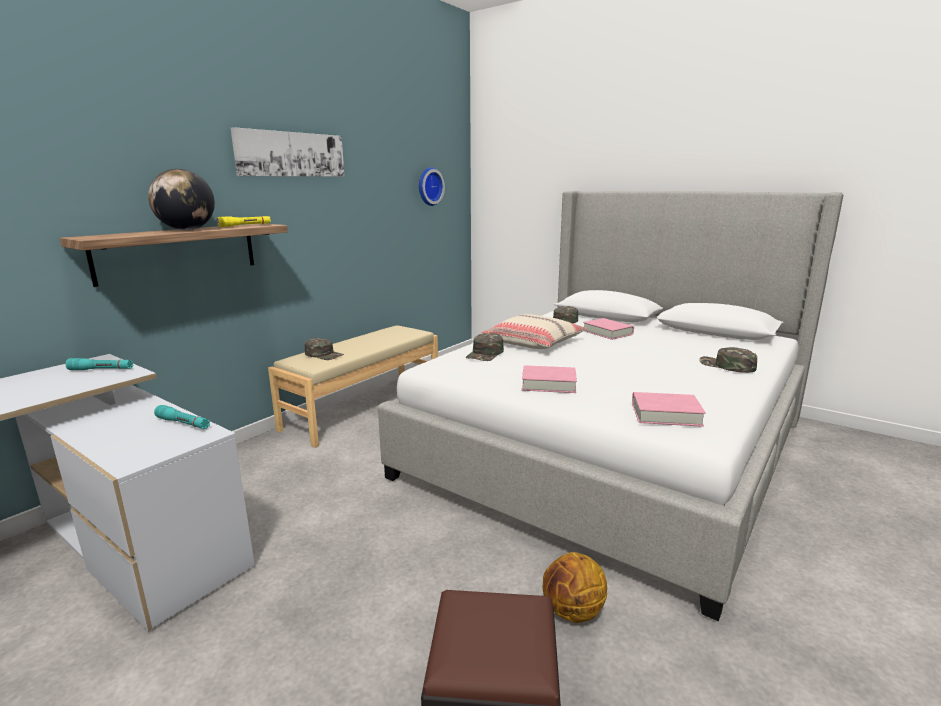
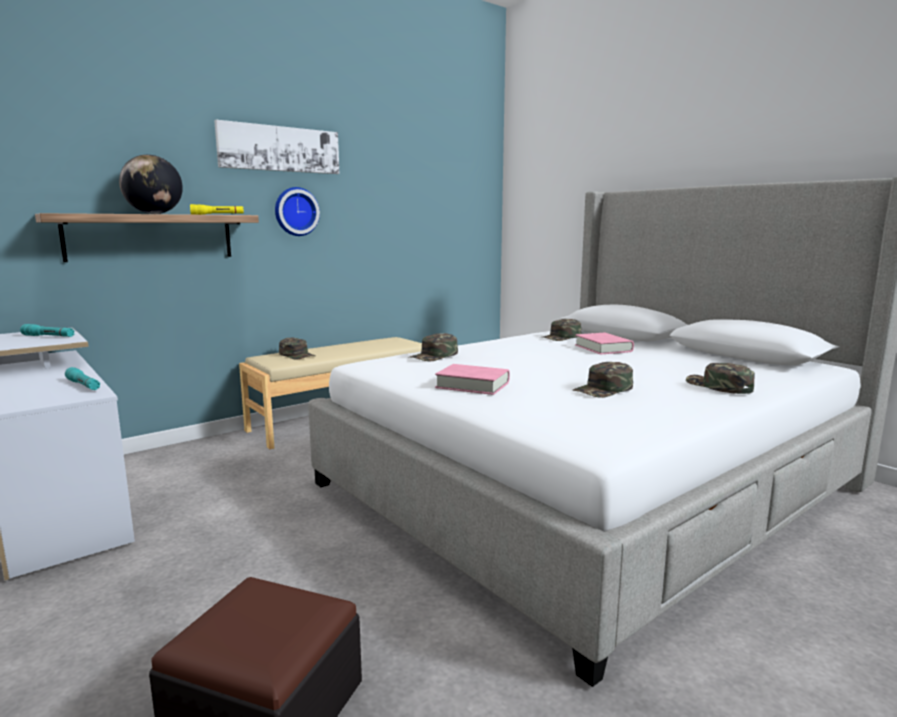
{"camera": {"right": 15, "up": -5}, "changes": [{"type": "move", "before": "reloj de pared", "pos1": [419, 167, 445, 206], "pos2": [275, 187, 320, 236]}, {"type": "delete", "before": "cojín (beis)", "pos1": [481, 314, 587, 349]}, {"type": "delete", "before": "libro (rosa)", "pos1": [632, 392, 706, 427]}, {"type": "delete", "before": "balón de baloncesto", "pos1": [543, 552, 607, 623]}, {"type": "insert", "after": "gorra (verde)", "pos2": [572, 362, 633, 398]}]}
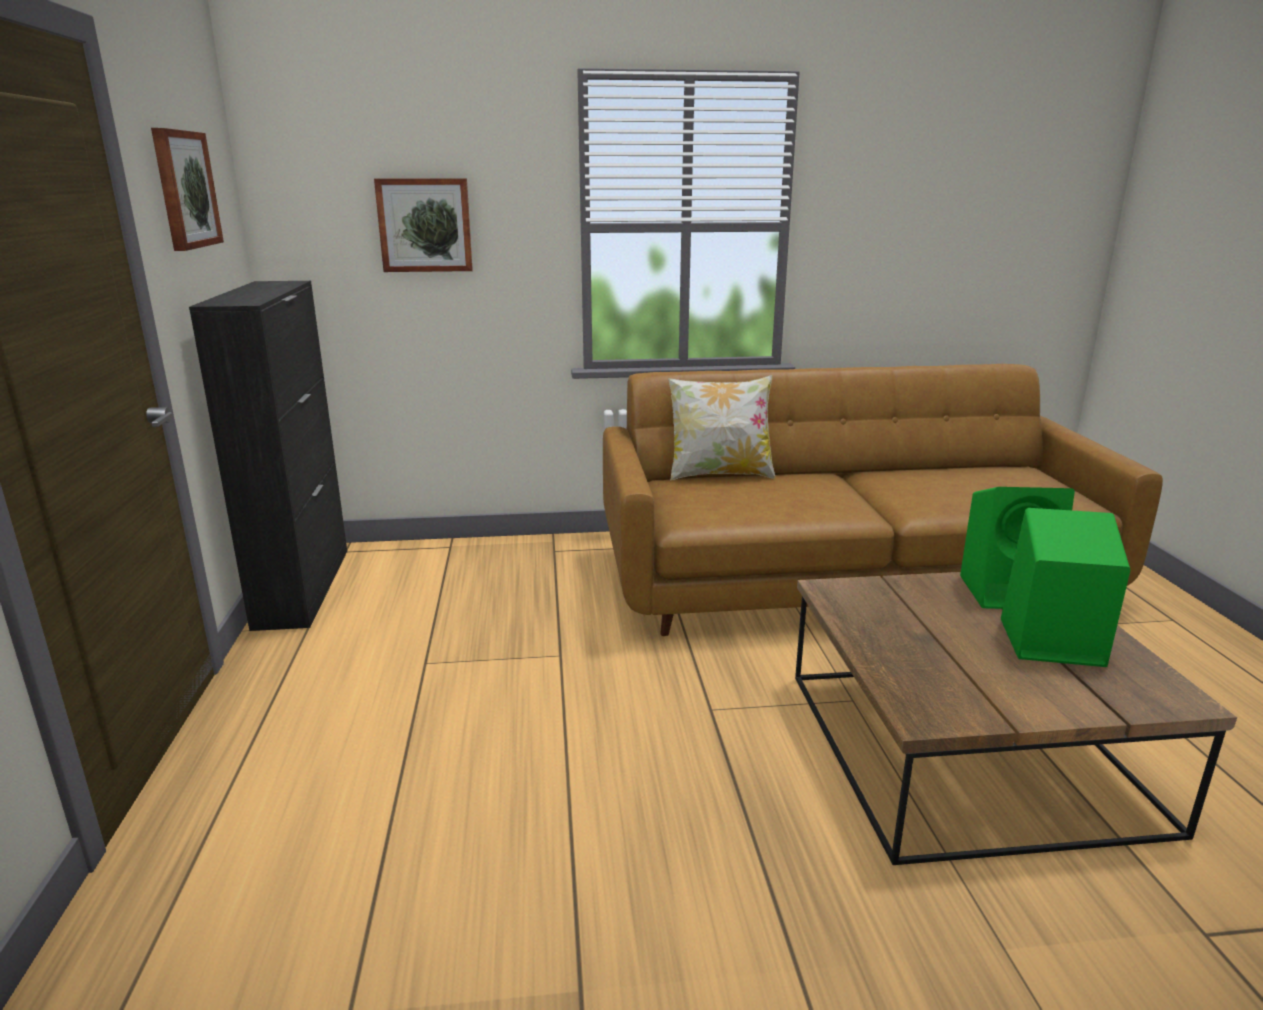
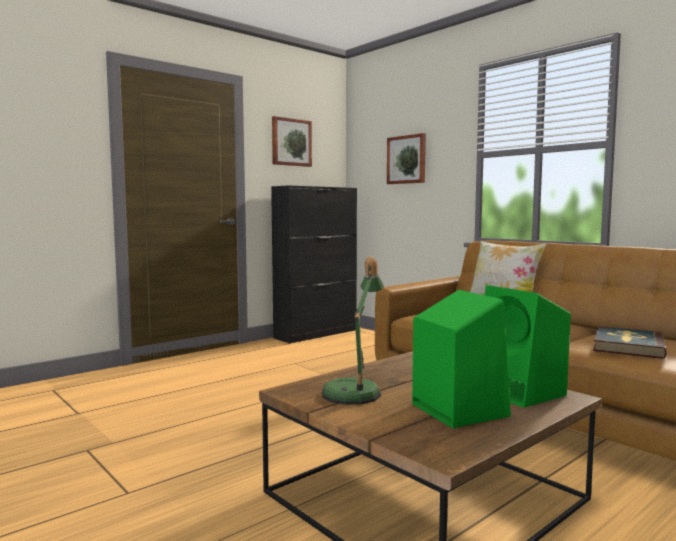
{"camera": {"right": 55, "up": -15}, "changes": [{"type": "insert", "after": "lámpara de mesa", "pos2": [322, 257, 384, 405]}, {"type": "insert", "after": "libro", "pos2": [593, 326, 667, 359]}]}
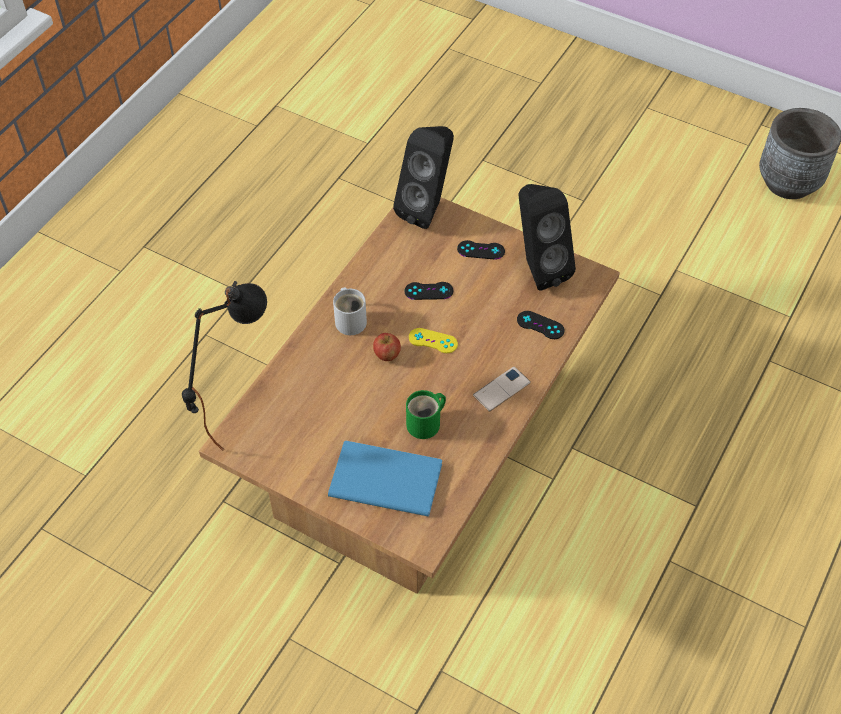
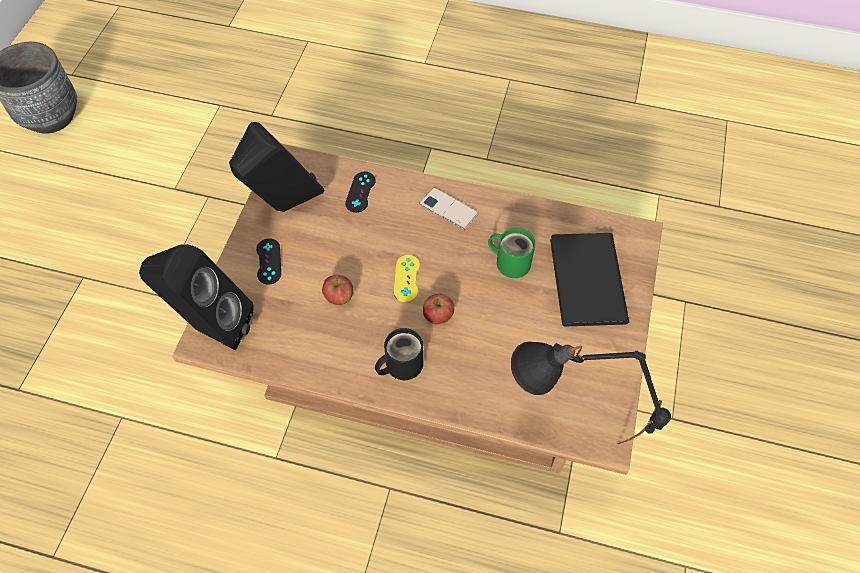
{"camera": {"right": -105, "up": 5}, "changes": [{"type": "replace", "before": "mando de consola (negro)", "after": "manzana", "pos1": [405, 282, 454, 300], "pos2": [322, 275, 353, 305]}, {"type": "recolor", "before": "taza grande (blanco)", "after": "taza grande (negro)", "pos1": [333, 287, 367, 335], "pos2": [375, 328, 423, 380]}, {"type": "recolor", "before": "libro (azul)", "after": "libro (negro)", "pos1": [328, 441, 442, 517], "pos2": [550, 233, 629, 327]}]}
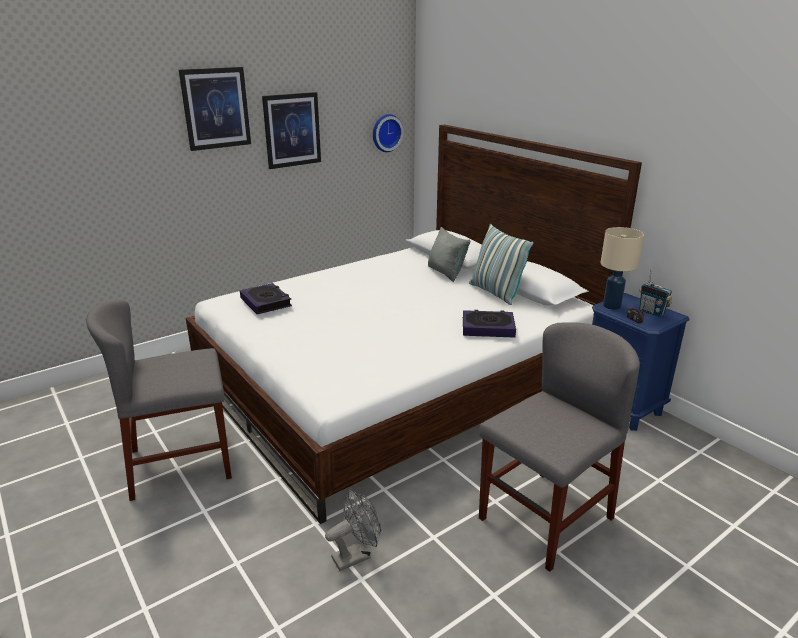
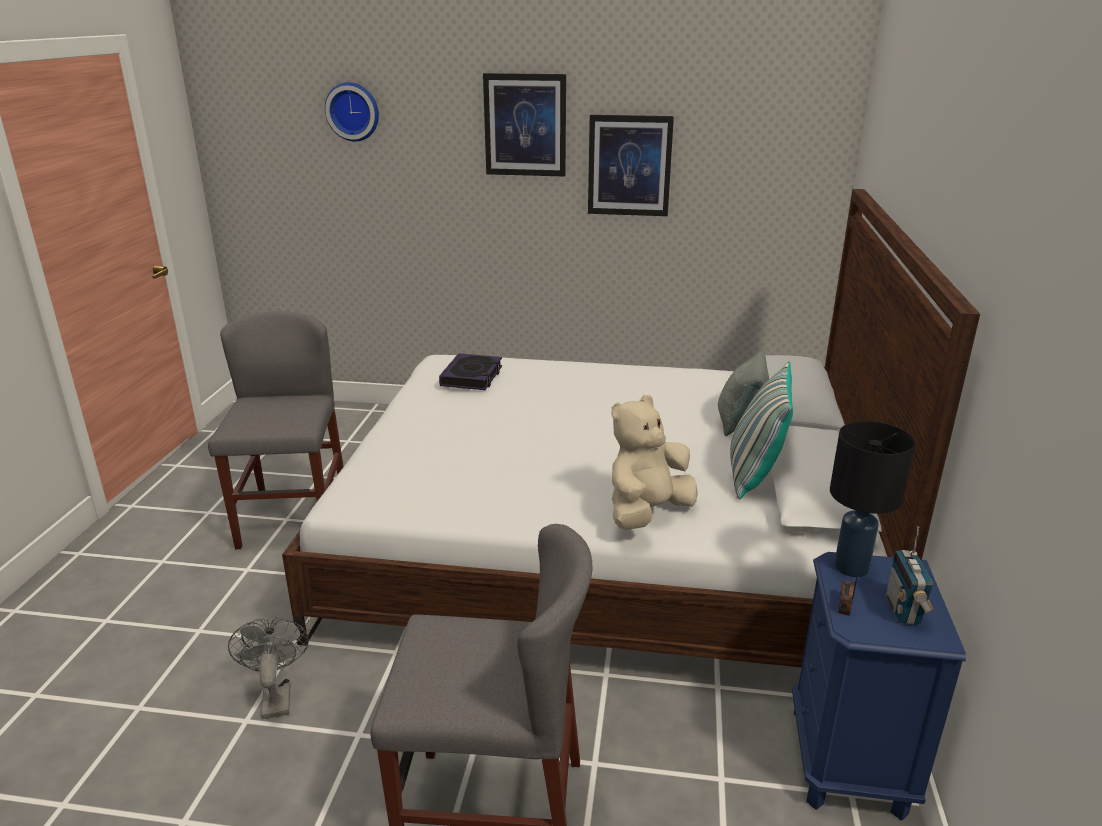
{"camera": {"right": 45, "up": 0}, "changes": [{"type": "move", "before": "reloj de pared", "pos1": [373, 114, 404, 152], "pos2": [325, 82, 379, 142]}, {"type": "recolor", "before": "lámpara de mesa (beis)", "after": "lámpara de mesa (negro)", "pos1": [601, 227, 644, 310], "pos2": [830, 421, 915, 577]}, {"type": "rotate", "before": "silla (gris)", "pos1": [86, 300, 232, 501], "pos2": [208, 312, 344, 549], "turn": 60}, {"type": "replace", "before": "libro", "after": "peluche (beis)", "pos1": [463, 310, 516, 338], "pos2": [611, 395, 698, 530]}, {"type": "rotate", "before": "ventilador (gris)", "pos1": [325, 490, 381, 571], "pos2": [228, 617, 309, 719], "turn": -120}]}
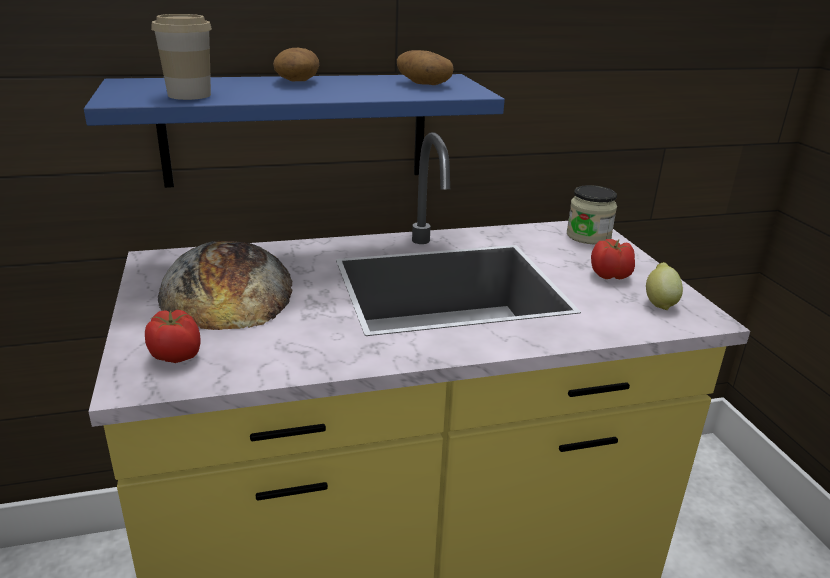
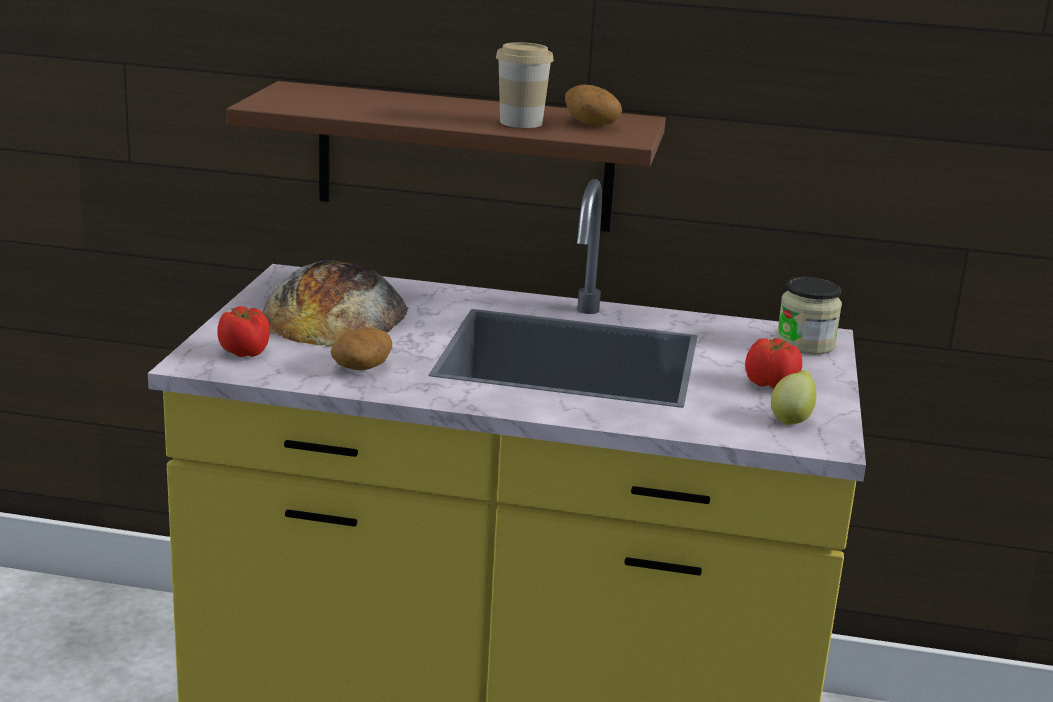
{"camera": {"right": 25, "up": -5}, "changes": [{"type": "move", "before": "taza", "pos1": [151, 14, 212, 100], "pos2": [496, 42, 554, 128]}, {"type": "move", "before": "patata", "pos1": [273, 48, 320, 81], "pos2": [330, 327, 392, 370]}, {"type": "recolor", "before": "estante (azul)", "after": "estante (marrón)", "pos1": [84, 74, 505, 188], "pos2": [227, 81, 666, 232]}]}
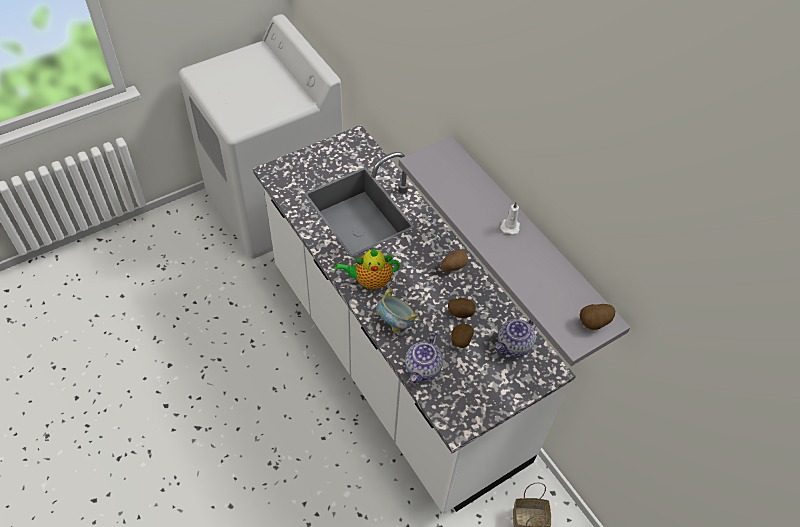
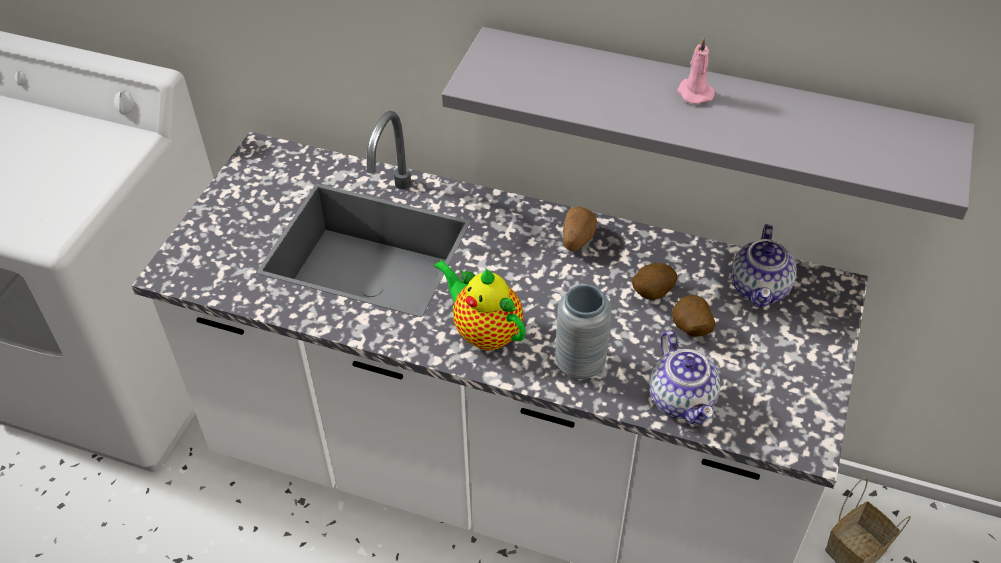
{"camera": {"right": -35, "up": -5}, "changes": [{"type": "recolor", "before": "vela (blanco)", "after": "vela (rosa)", "pos1": [500, 202, 520, 235], "pos2": [677, 37, 715, 104]}, {"type": "rotate", "before": "tetera", "pos1": [335, 249, 400, 290], "pos2": [434, 259, 525, 350], "turn": 90}, {"type": "replace", "before": "cuenco", "after": "florero (gris)", "pos1": [376, 288, 418, 332], "pos2": [555, 284, 612, 379]}, {"type": "delete", "before": "patata", "pos1": [580, 304, 615, 330]}]}
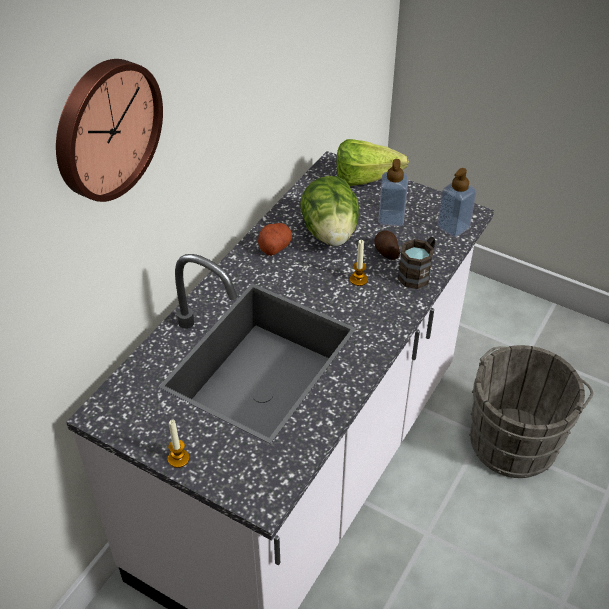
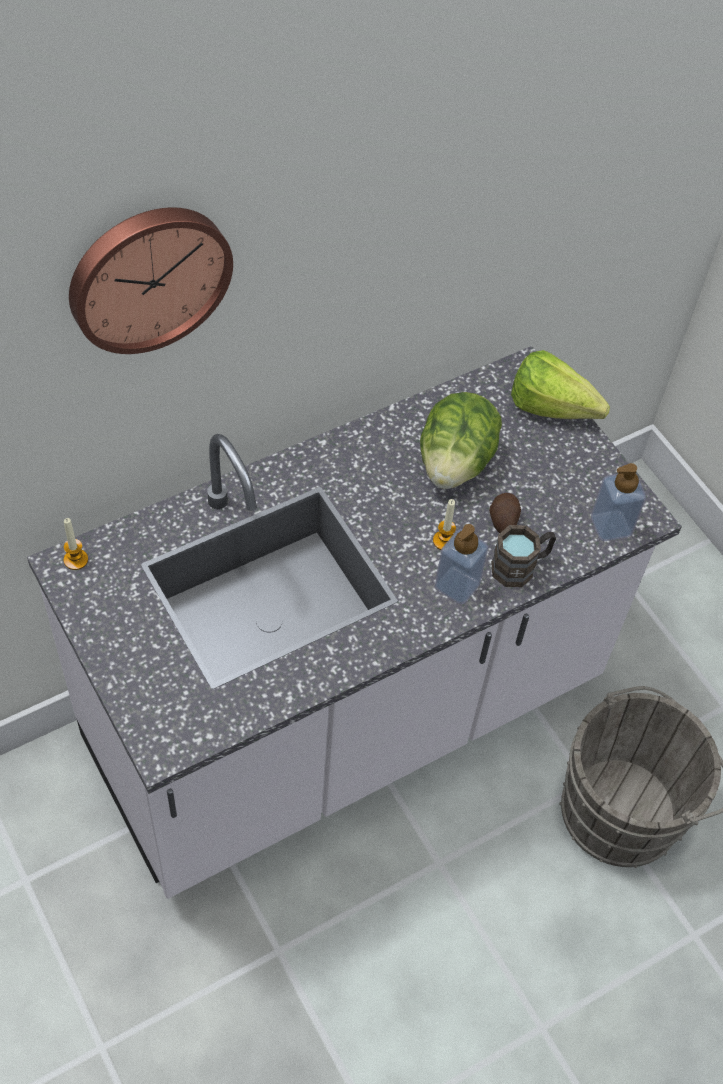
{"camera": {"right": 25, "up": 10}, "changes": [{"type": "move", "before": "dispensador de jabón", "pos1": [378, 159, 408, 226], "pos2": [435, 524, 489, 604]}, {"type": "delete", "before": "patata", "pos1": [258, 223, 292, 256]}, {"type": "move", "before": "vela", "pos1": [168, 419, 190, 468], "pos2": [64, 518, 88, 570]}]}
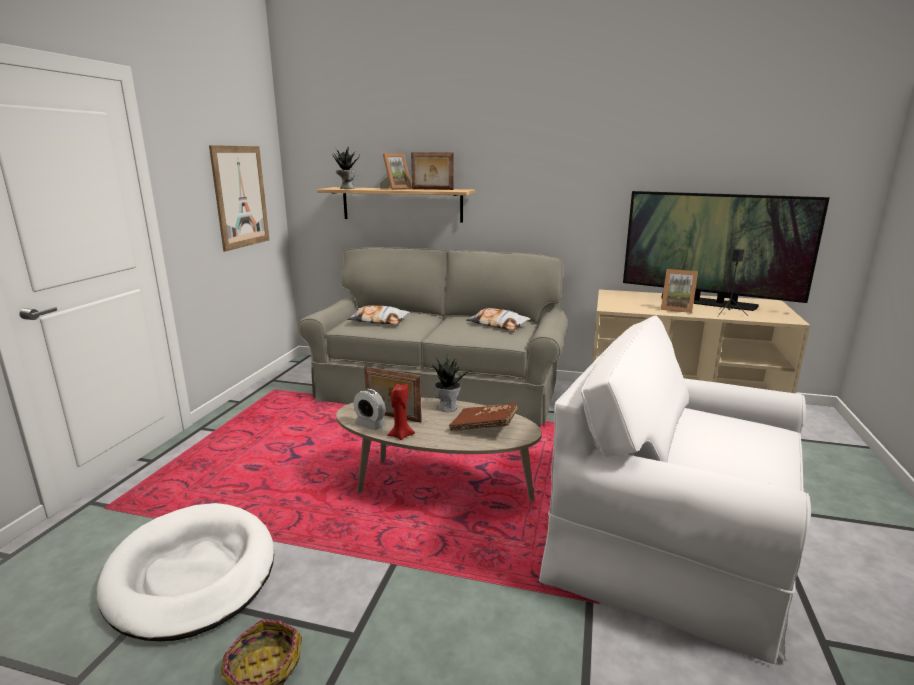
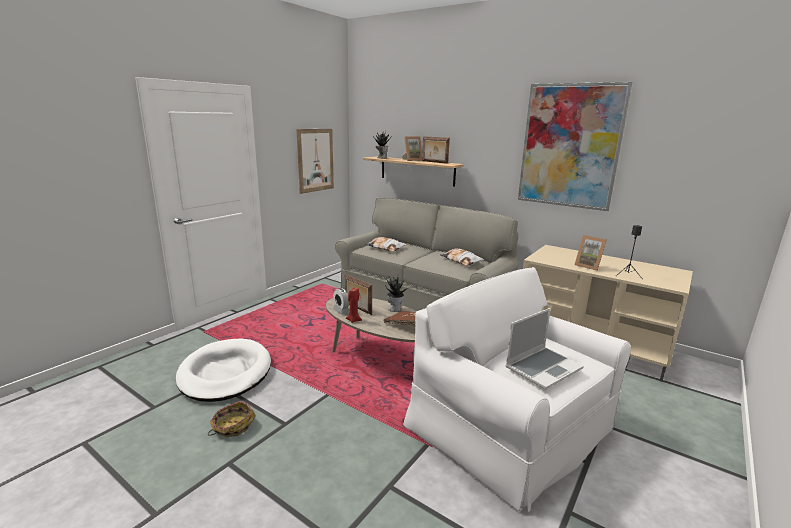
{"camera": {"right": 20, "up": 0}, "changes": [{"type": "delete", "before": "televisor", "pos1": [623, 191, 830, 311]}, {"type": "insert", "after": "cuadro", "pos2": [518, 82, 632, 211]}, {"type": "insert", "after": "portátil", "pos2": [506, 308, 584, 390]}]}
